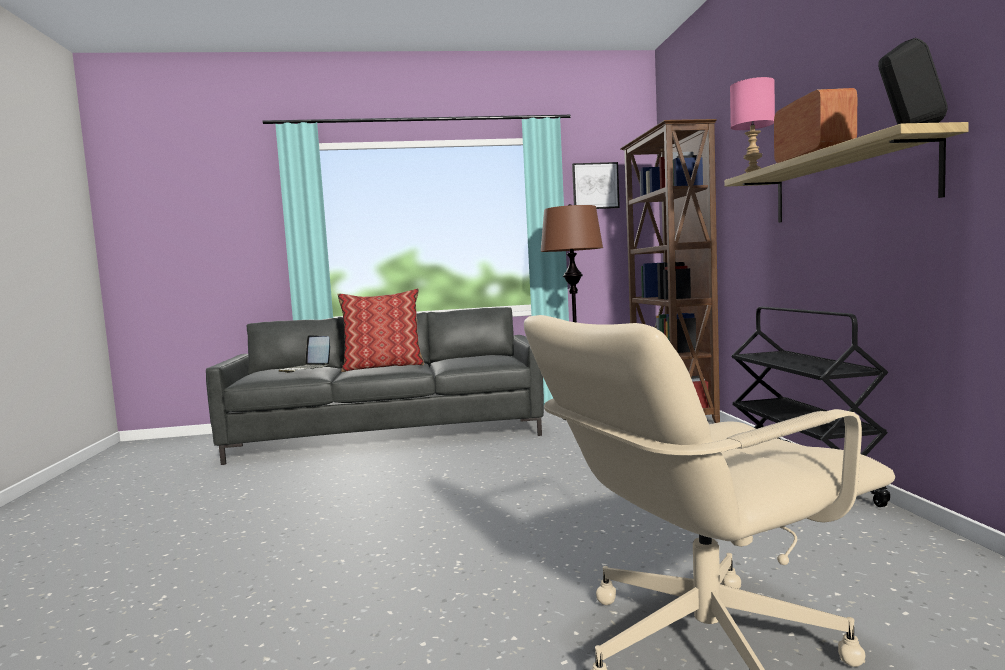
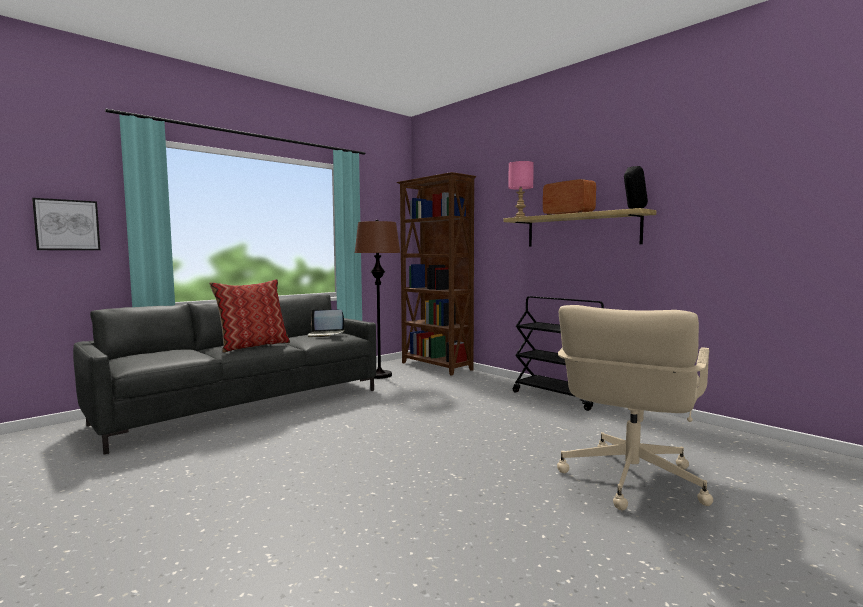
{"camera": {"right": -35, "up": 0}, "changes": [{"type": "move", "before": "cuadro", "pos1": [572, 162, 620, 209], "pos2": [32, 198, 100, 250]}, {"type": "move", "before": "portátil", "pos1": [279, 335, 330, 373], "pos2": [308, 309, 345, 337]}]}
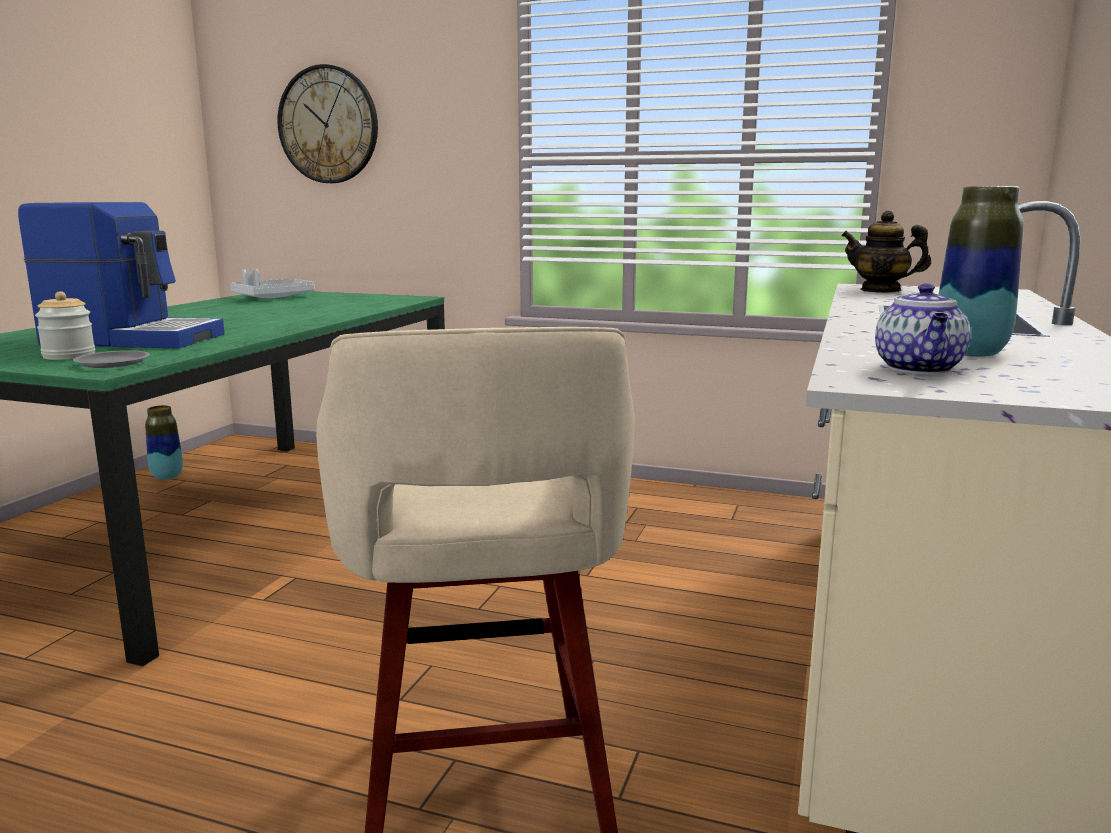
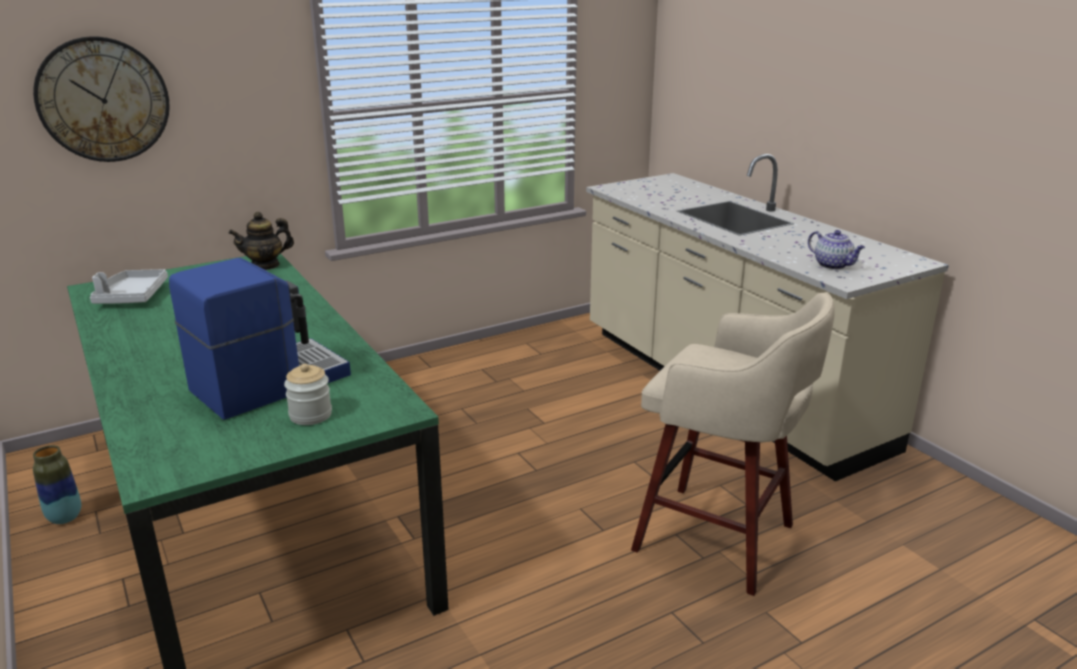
{"camera": {"right": -50, "up": 10}, "changes": [{"type": "delete", "before": "florero", "pos1": [938, 186, 1023, 357]}, {"type": "move", "before": "tetera", "pos1": [841, 210, 931, 293], "pos2": [229, 212, 294, 270]}, {"type": "delete", "before": "plato (gris)", "pos1": [73, 350, 150, 368]}]}
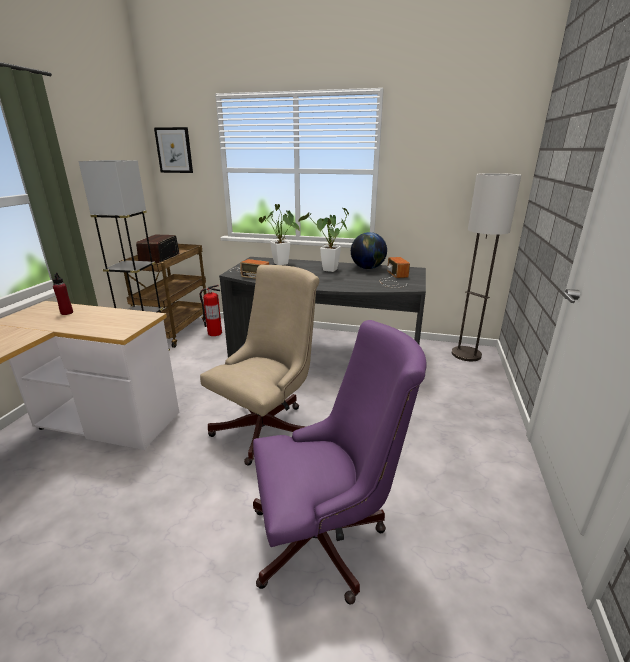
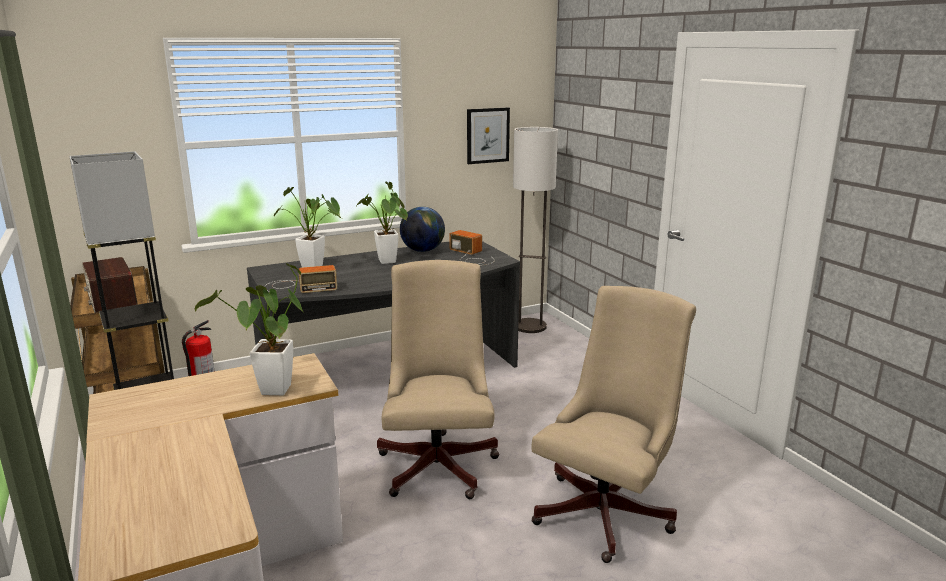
{"camera": {"right": -40, "up": -5}, "changes": [{"type": "move", "before": "cuadro", "pos1": [154, 127, 193, 173], "pos2": [467, 107, 510, 164]}, {"type": "delete", "before": "botella (rojo)", "pos1": [53, 273, 73, 315]}, {"type": "recolor", "before": "silla de oficina (morado)", "after": "silla de oficina (beis)", "pos1": [253, 320, 427, 604], "pos2": [531, 286, 696, 563]}, {"type": "insert", "after": "planta en maceta", "pos2": [195, 263, 304, 395]}]}
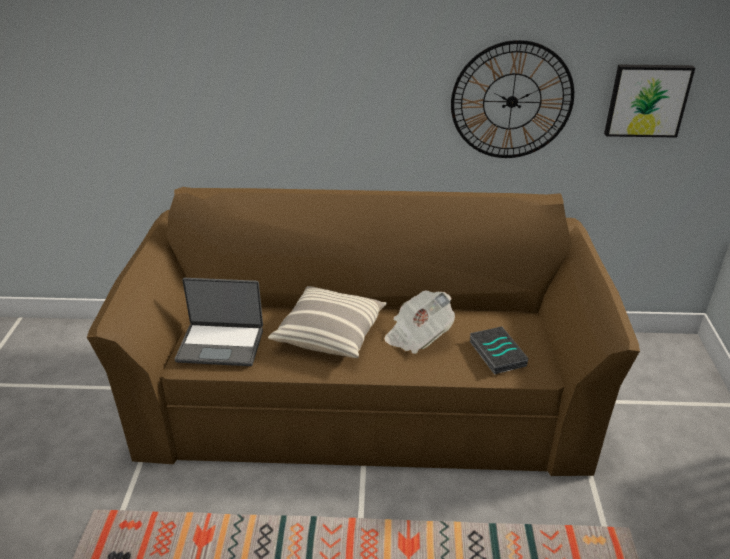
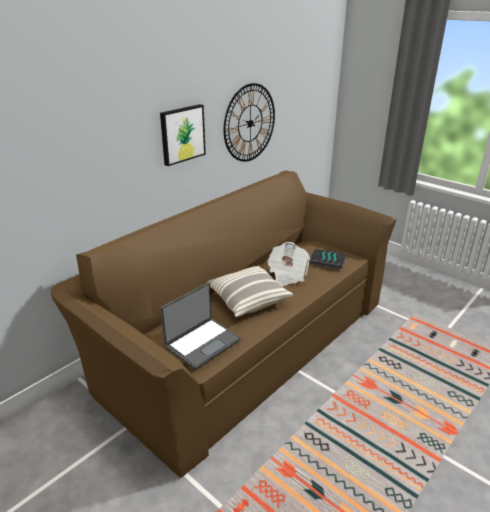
{"camera": {"right": -50, "up": -5}, "changes": [{"type": "move", "before": "cuadro", "pos1": [604, 64, 695, 138], "pos2": [160, 104, 206, 166]}]}
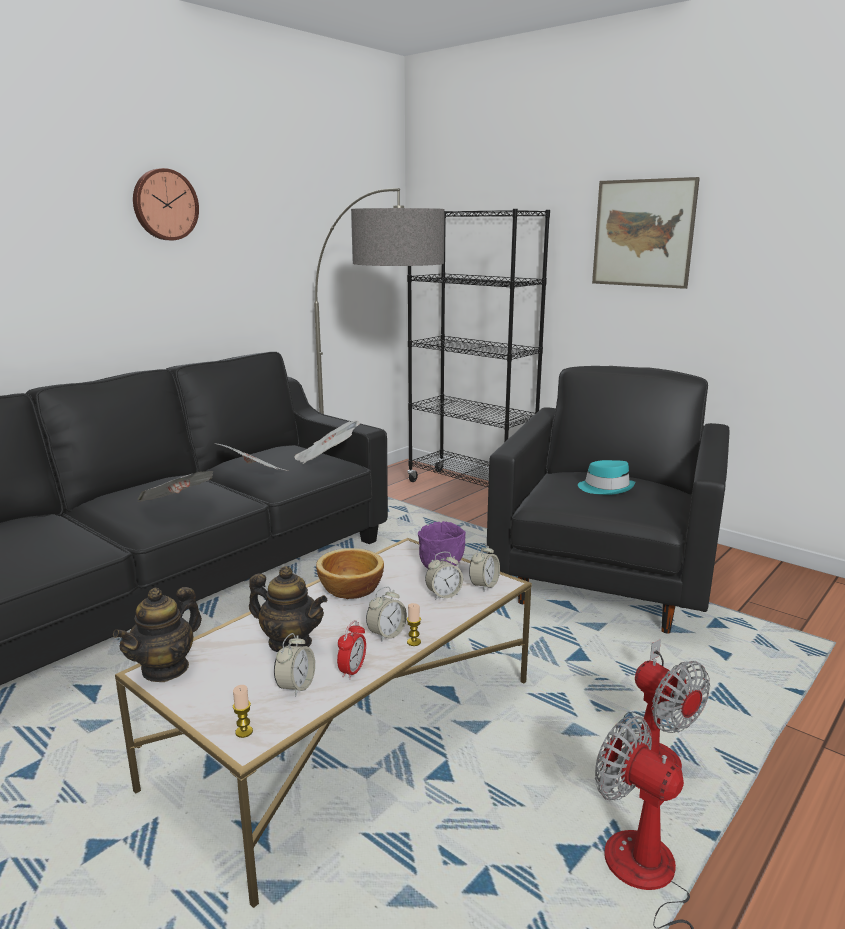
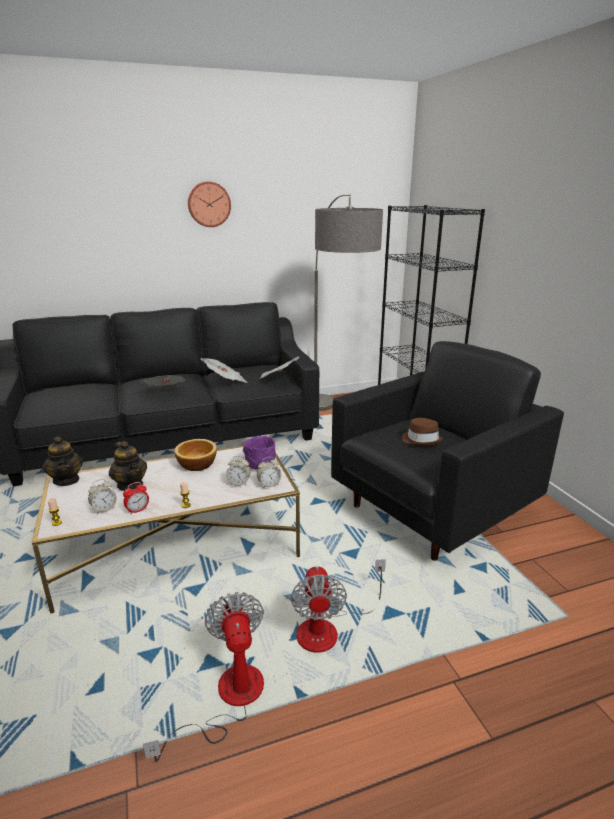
{"camera": {"right": 30, "up": 5}, "changes": [{"type": "delete", "before": "cuadro", "pos1": [592, 177, 700, 289]}, {"type": "recolor", "before": "sombrero (turquesa)", "after": "sombrero (marrón)", "pos1": [578, 460, 635, 495], "pos2": [402, 418, 443, 446]}, {"type": "delete", "before": "despertador", "pos1": [366, 586, 407, 642]}, {"type": "rotate", "before": "tetera", "pos1": [113, 587, 202, 682], "pos2": [42, 437, 83, 486], "turn": -90}]}
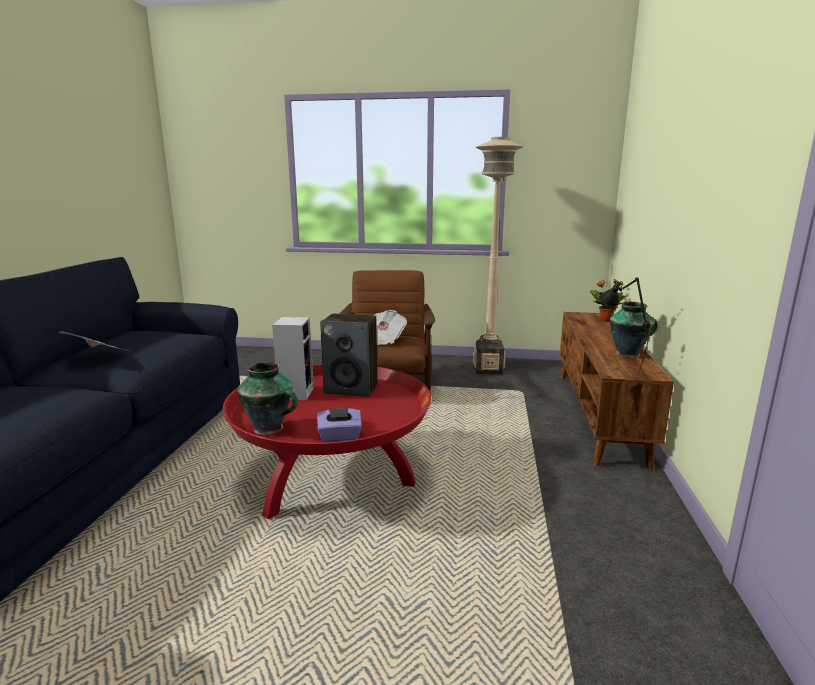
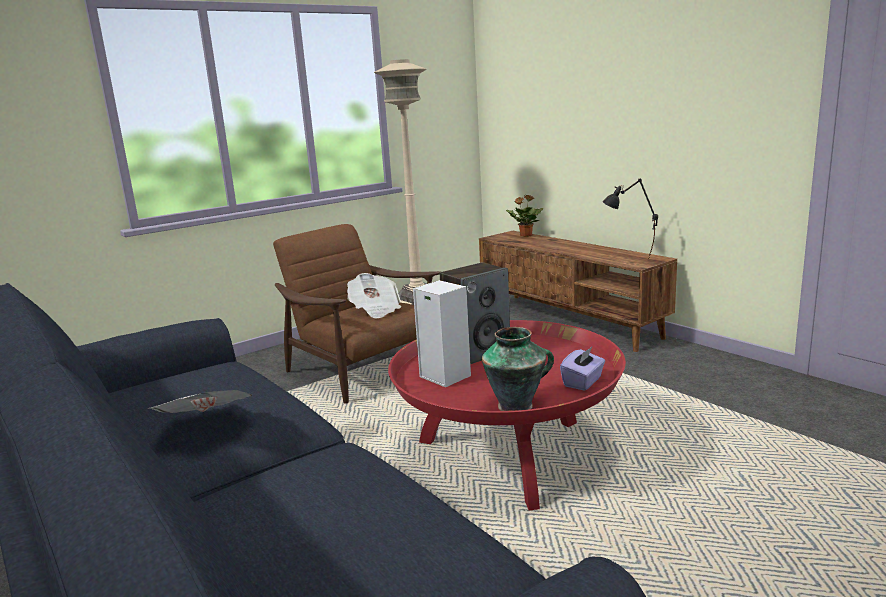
{"camera": {"right": -45, "up": 0}, "changes": [{"type": "delete", "before": "florero", "pos1": [610, 302, 658, 358]}]}
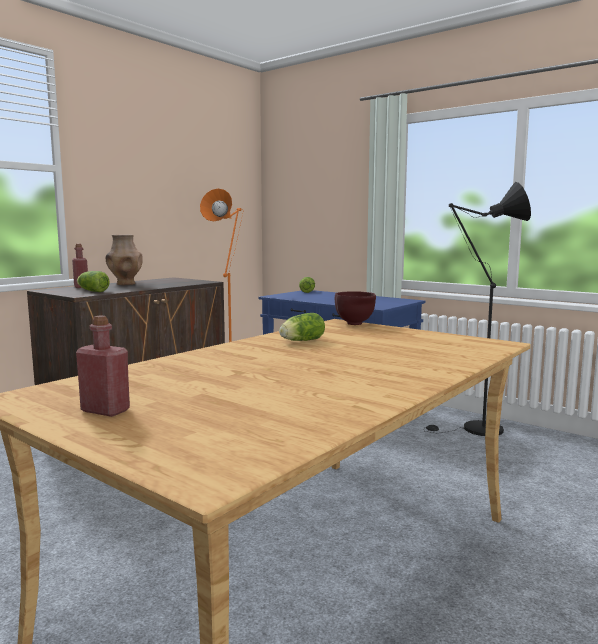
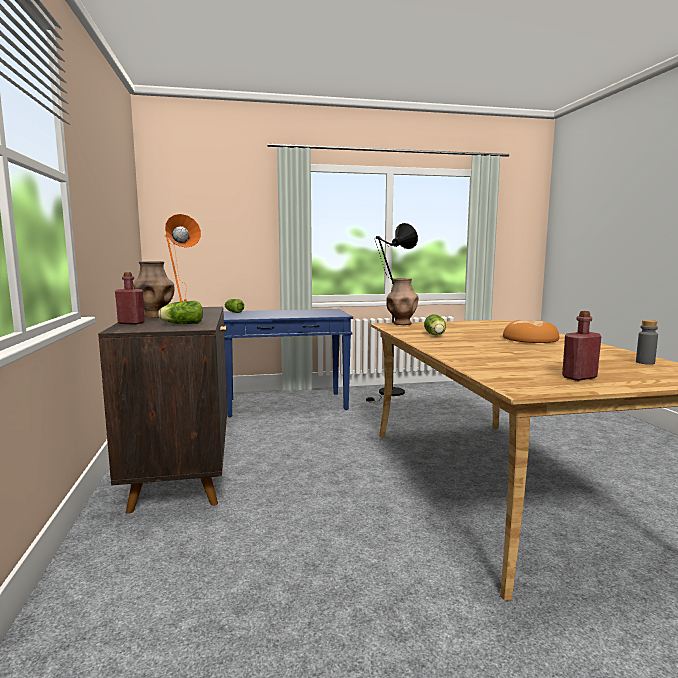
{"camera": {"right": -50, "up": 0}, "changes": [{"type": "replace", "before": "cuenco (marrón)", "after": "florero (marrón)", "pos1": [335, 291, 376, 325], "pos2": [386, 278, 419, 325]}, {"type": "insert", "after": "pan", "pos2": [503, 320, 559, 343]}, {"type": "insert", "after": "botella (gris)", "pos2": [636, 320, 658, 365]}]}
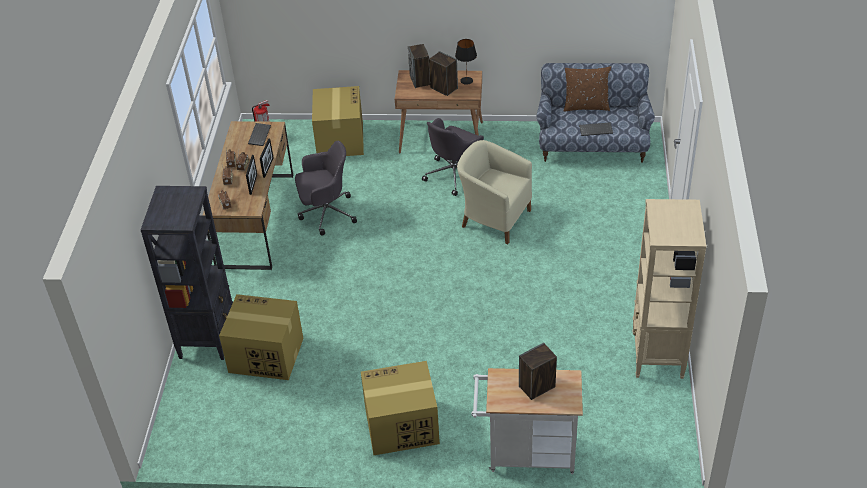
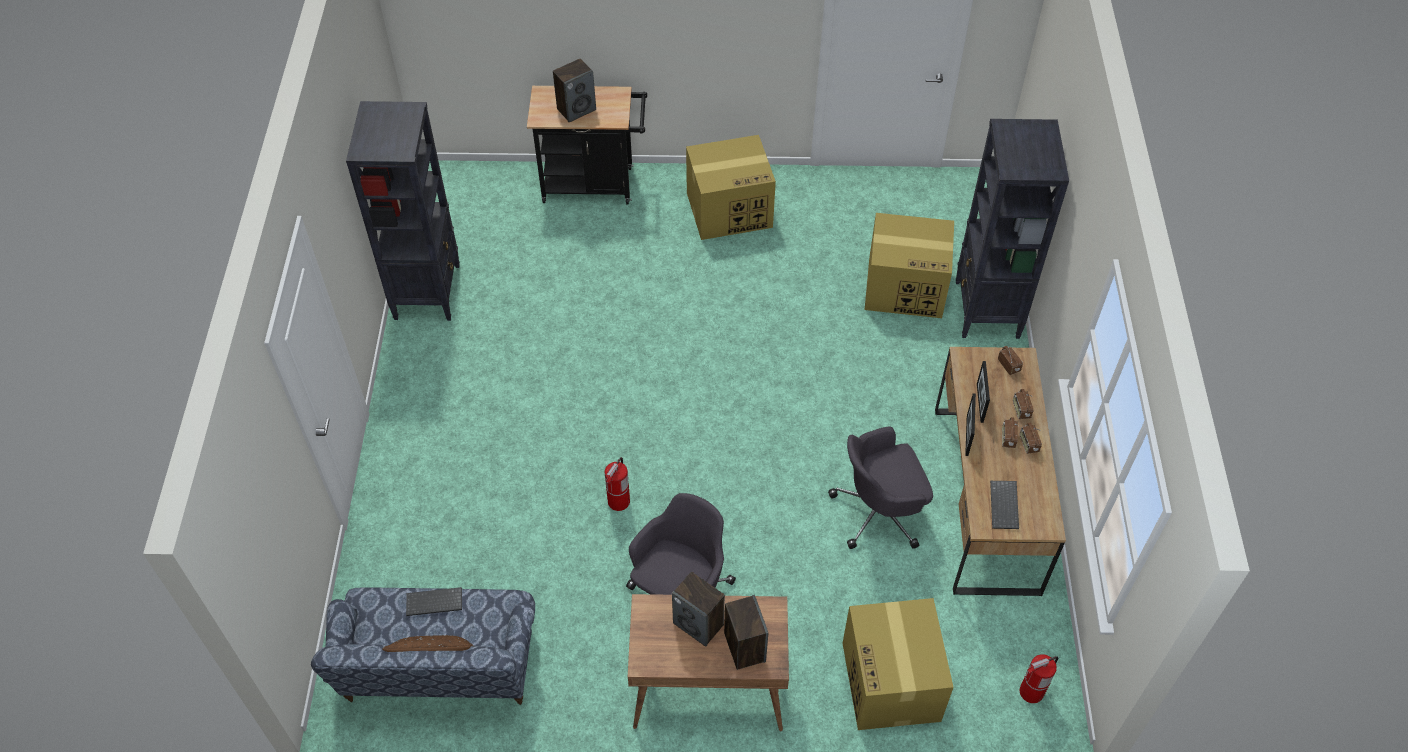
{"camera": {"right": 175, "up": 10}, "changes": [{"type": "delete", "before": "lámpara de mesa (negro)", "pos1": [455, 39, 477, 85]}, {"type": "replace", "before": "sillón (beis)", "after": "extintor", "pos1": [457, 140, 532, 244], "pos2": [605, 457, 630, 511]}, {"type": "recolor", "before": "estantería (beis)", "after": "estantería (negro)", "pos1": [632, 199, 706, 379], "pos2": [346, 101, 460, 321]}, {"type": "recolor", "before": "carrito (blanco)", "after": "carrito (negro)", "pos1": [471, 368, 583, 474], "pos2": [527, 86, 647, 204]}]}
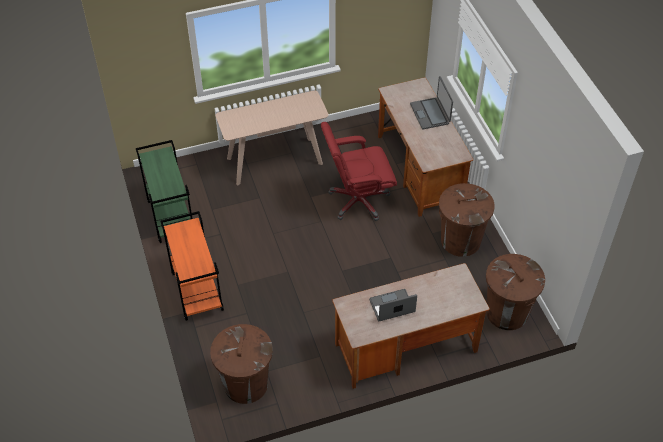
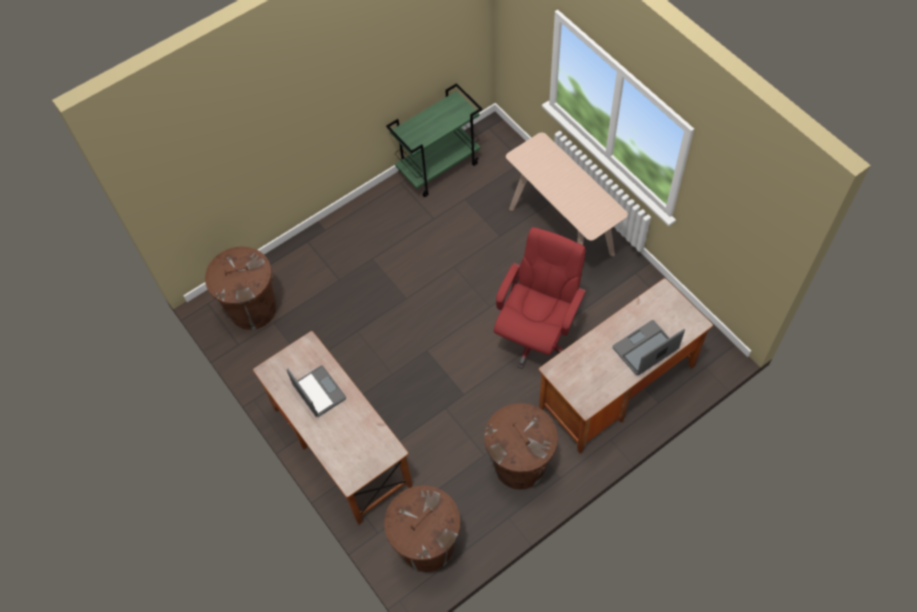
{"camera": {"right": 75, "up": 10}, "changes": [{"type": "rotate", "before": "silla de oficina (rojo)", "pos1": [321, 122, 397, 221], "pos2": [494, 227, 586, 369], "turn": 60}, {"type": "delete", "before": "carrito (naranja)", "pos1": [160, 211, 224, 321]}]}
